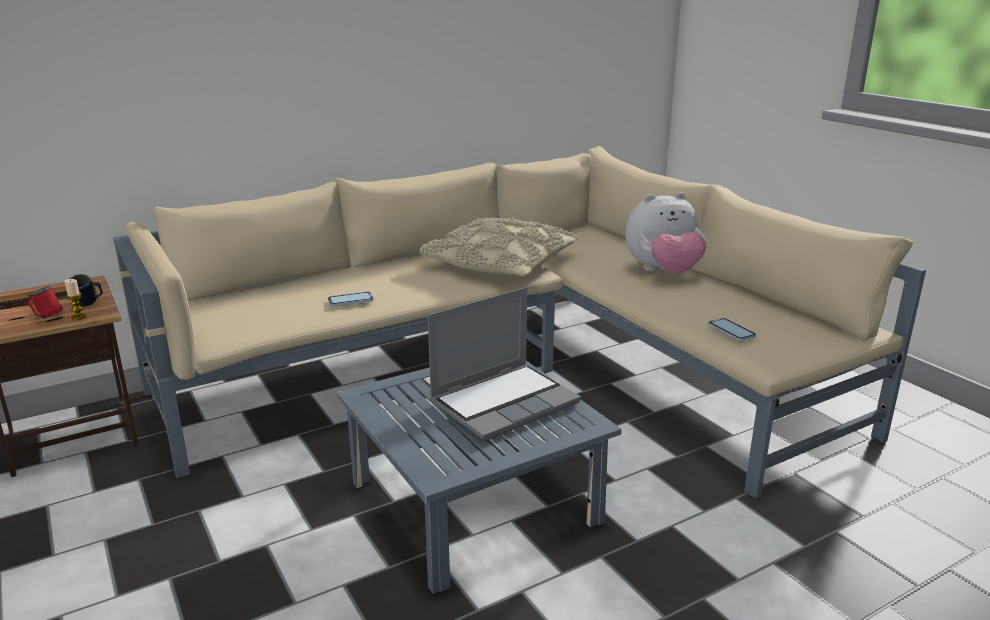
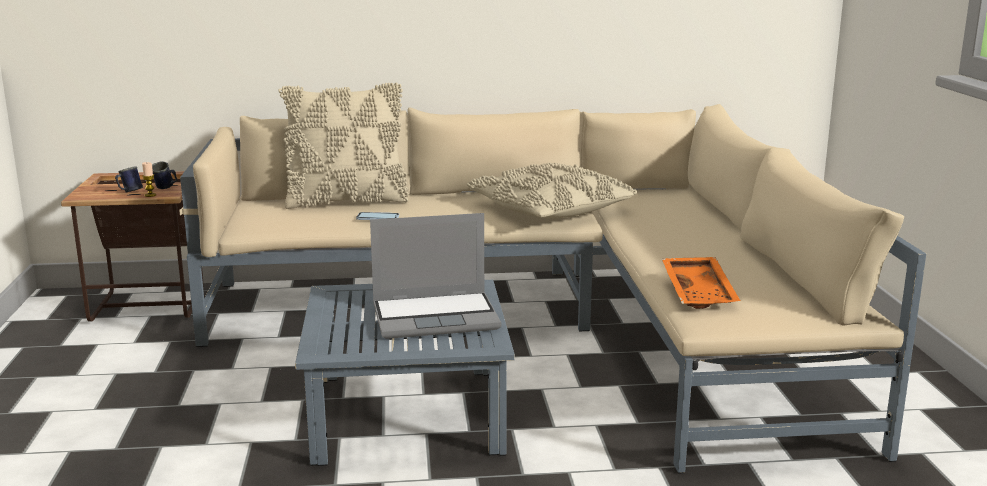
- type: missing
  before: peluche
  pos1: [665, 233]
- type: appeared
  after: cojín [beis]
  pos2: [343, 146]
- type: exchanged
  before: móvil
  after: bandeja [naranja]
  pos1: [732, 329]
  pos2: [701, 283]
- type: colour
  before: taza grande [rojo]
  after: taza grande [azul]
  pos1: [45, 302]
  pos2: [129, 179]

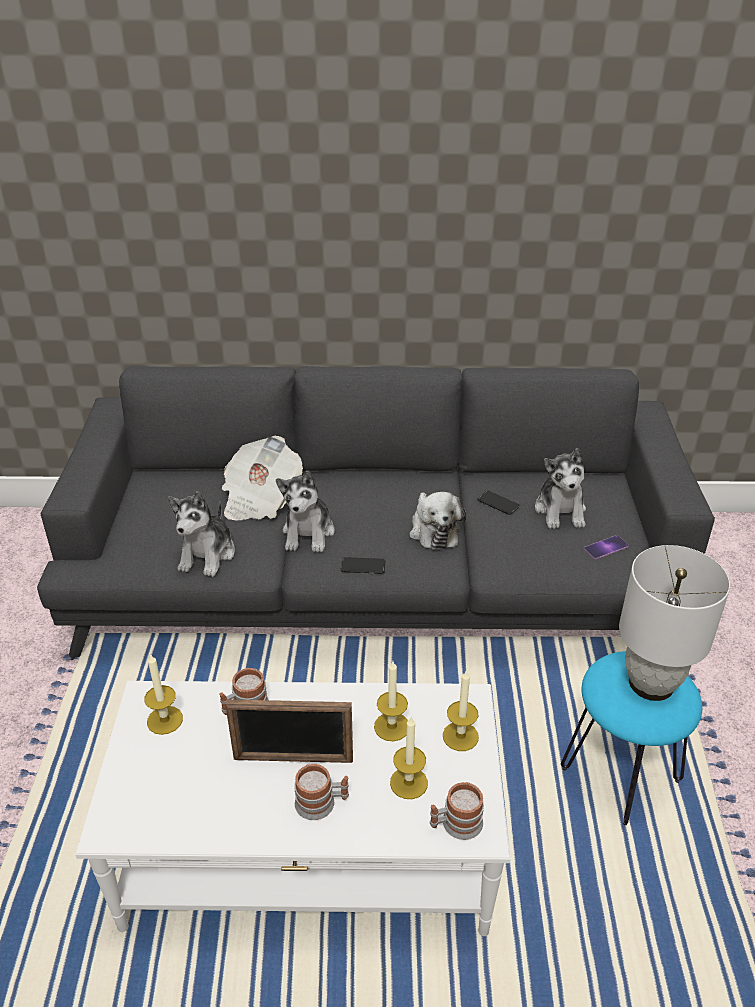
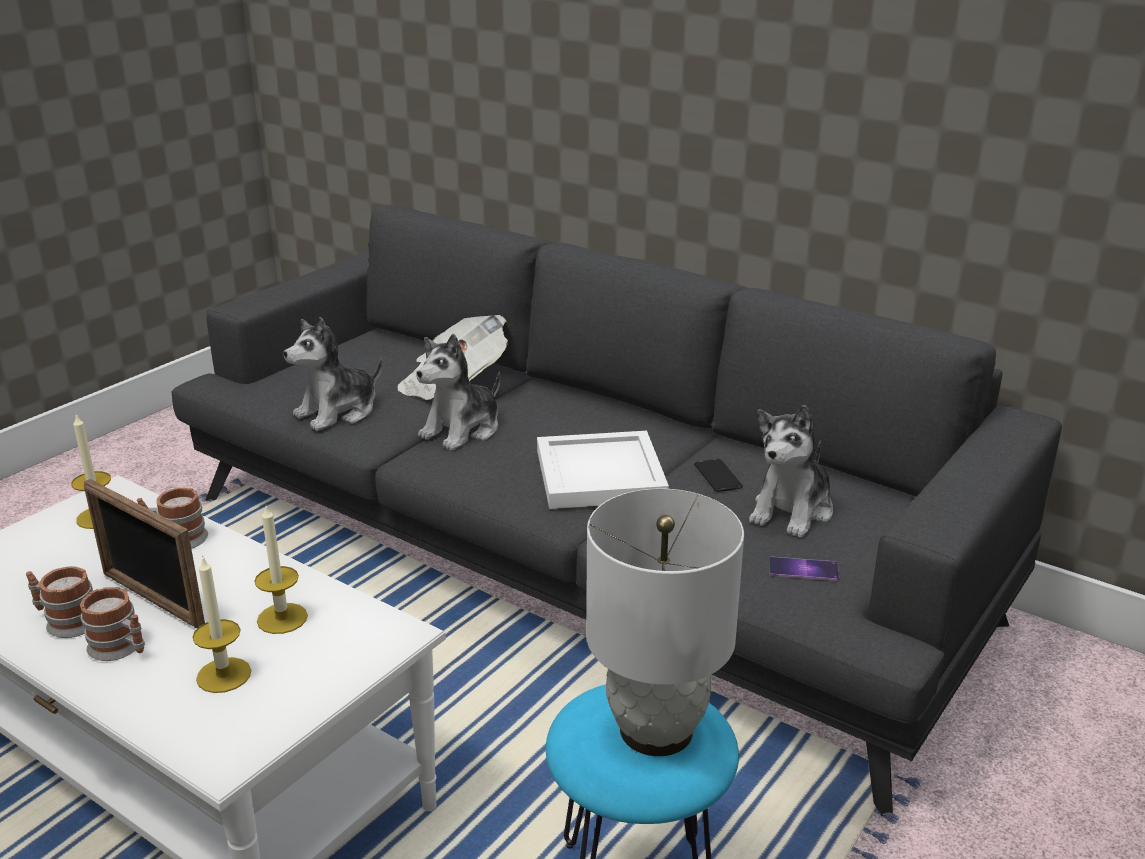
- type: missing
  before: móvil
  pos1: [363, 565]
- type: missing
  before: vela
  pos1: [461, 710]
- type: relocated
  before: taza grande
  pos1: [457, 811]
  pos2: [59, 602]
- type: exchanged
  before: peluche
  after: bandeja [blanco]
  pos1: [437, 521]
  pos2: [603, 470]

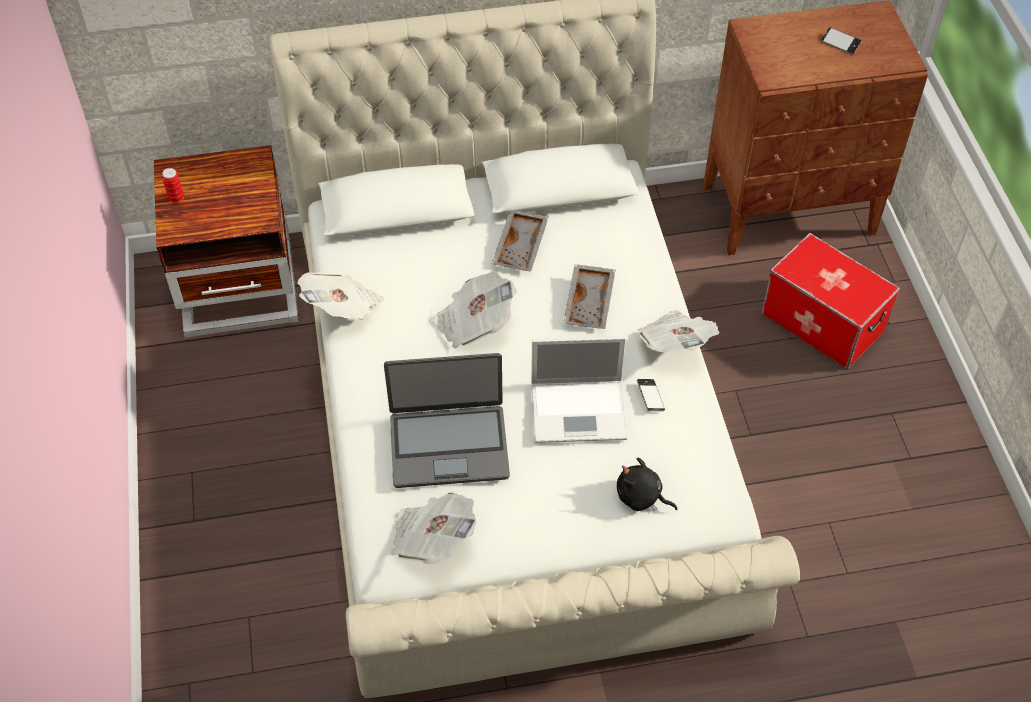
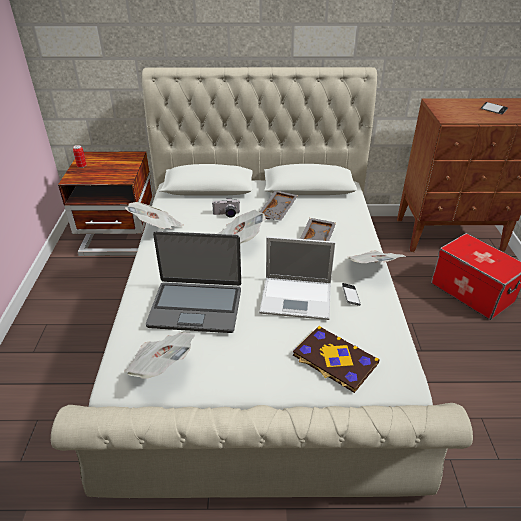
- type: appeared
  after: cámara
  pos2: [226, 208]
- type: exchanged
  before: peluche [negro]
  after: libro
  pos1: [647, 484]
  pos2: [336, 359]

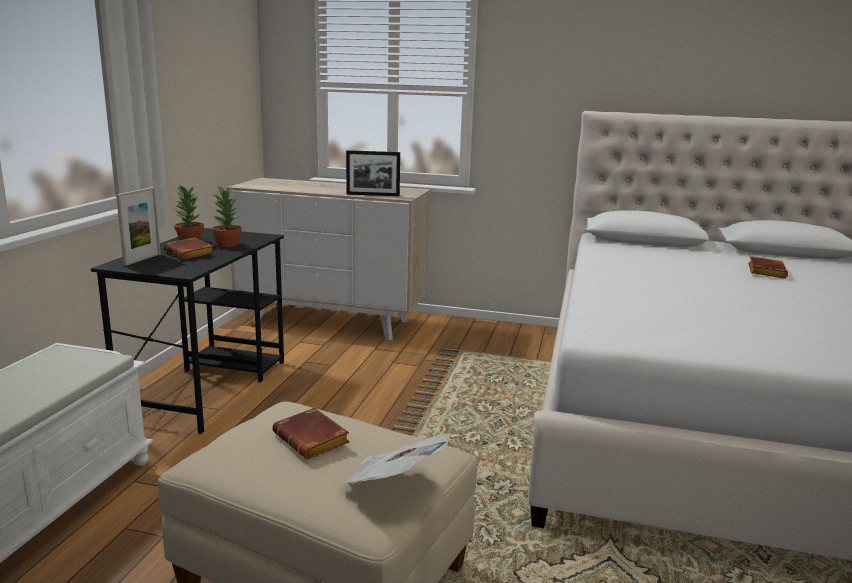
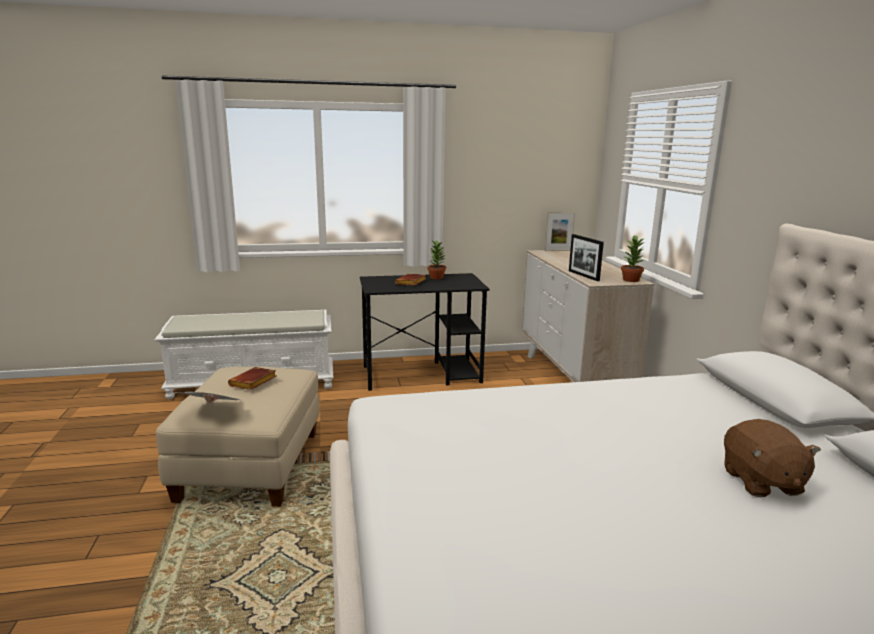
- type: relocated
  before: portarretratos
  pos1: [138, 226]
  pos2: [559, 231]
- type: relocated
  before: planta en maceta
  pos1: [227, 216]
  pos2: [632, 259]
- type: exchanged
  before: libro [marrón]
  after: peluche [marrón]
  pos1: [768, 267]
  pos2: [772, 458]

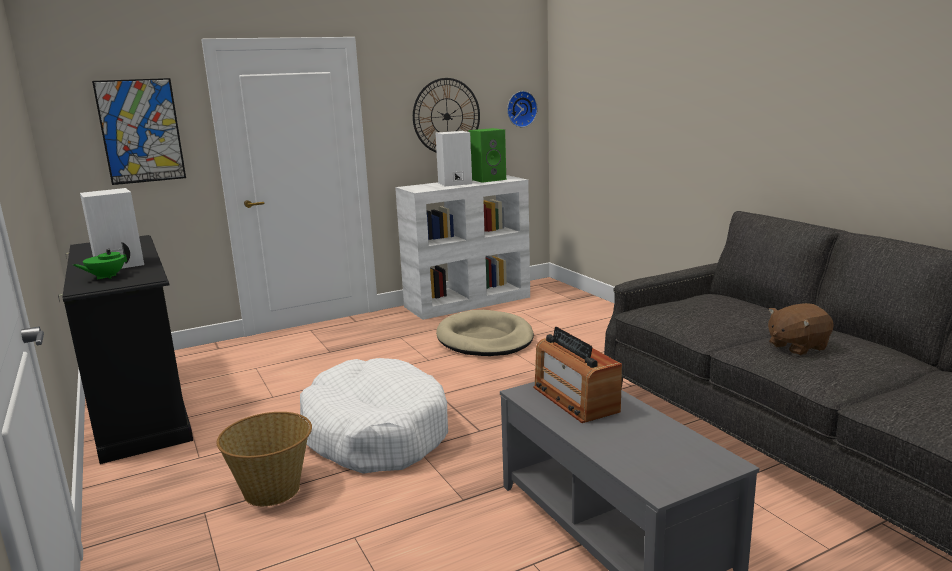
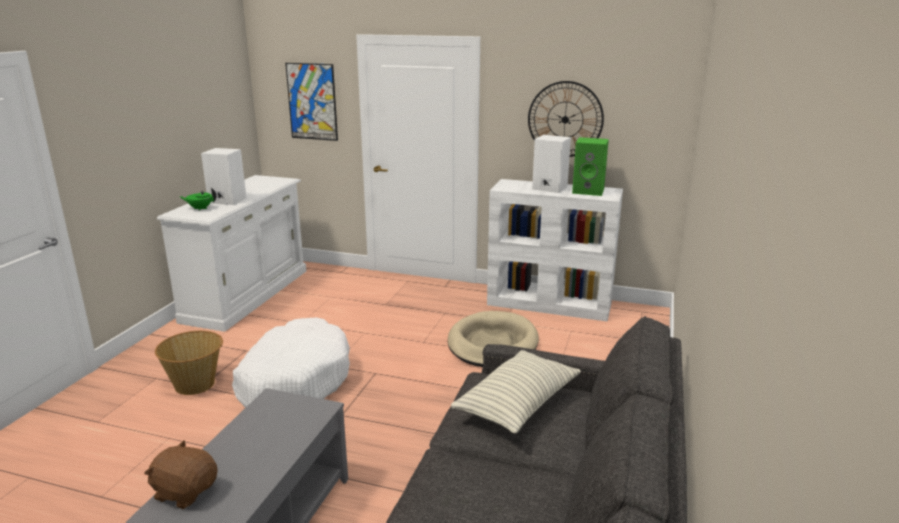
- type: missing
  before: reloj de pared
  pos1: [522, 109]
- type: missing
  before: radio
  pos1: [578, 375]
- type: appeared
  after: cojín
  pos2: [516, 391]
- type: relocated
  before: peluche [marrón]
  pos1: [801, 329]
  pos2: [181, 474]
- type: colour
  before: armario [negro]
  after: armario [blanco]
  pos1: [125, 349]
  pos2: [231, 253]

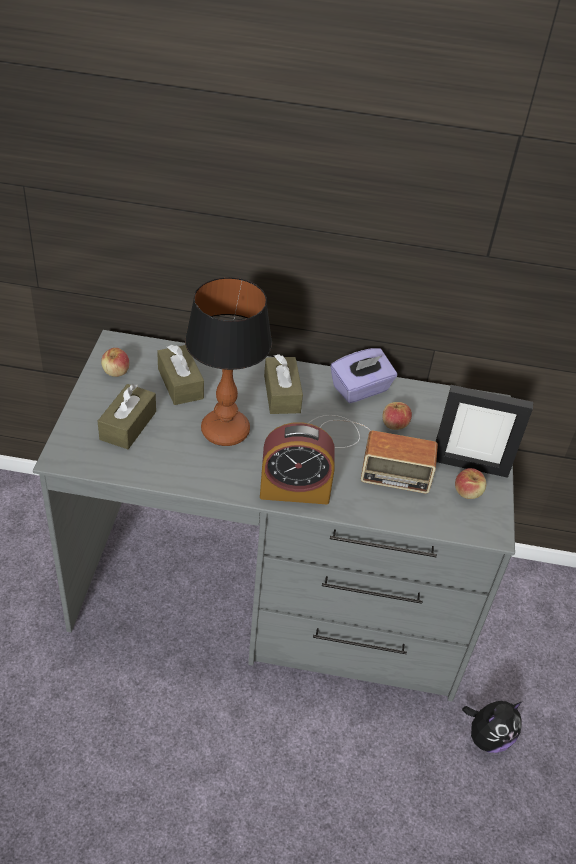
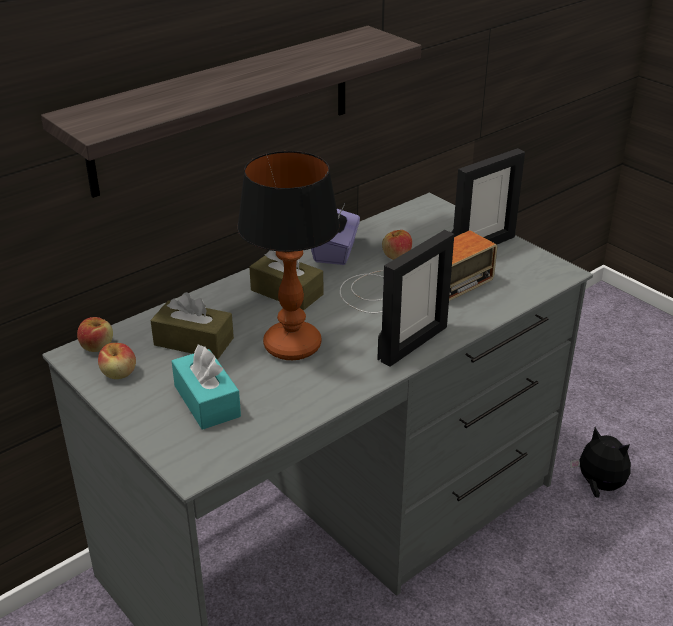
- type: appeared
  after: estante
  pos2: [231, 112]
- type: relocated
  before: manzana
  pos1: [470, 483]
  pos2: [95, 334]
- type: exchanged
  before: despertador
  after: portarretratos
  pos1: [297, 463]
  pos2: [415, 298]
- type: colour
  before: caja de pañuelos [marrón]
  after: caja de pañuelos [turquesa]
  pos1: [127, 416]
  pos2: [206, 387]
- type: spun
  before: peluche
  pos1: [492, 727]
  pos2: [600, 462]
  turn: -60

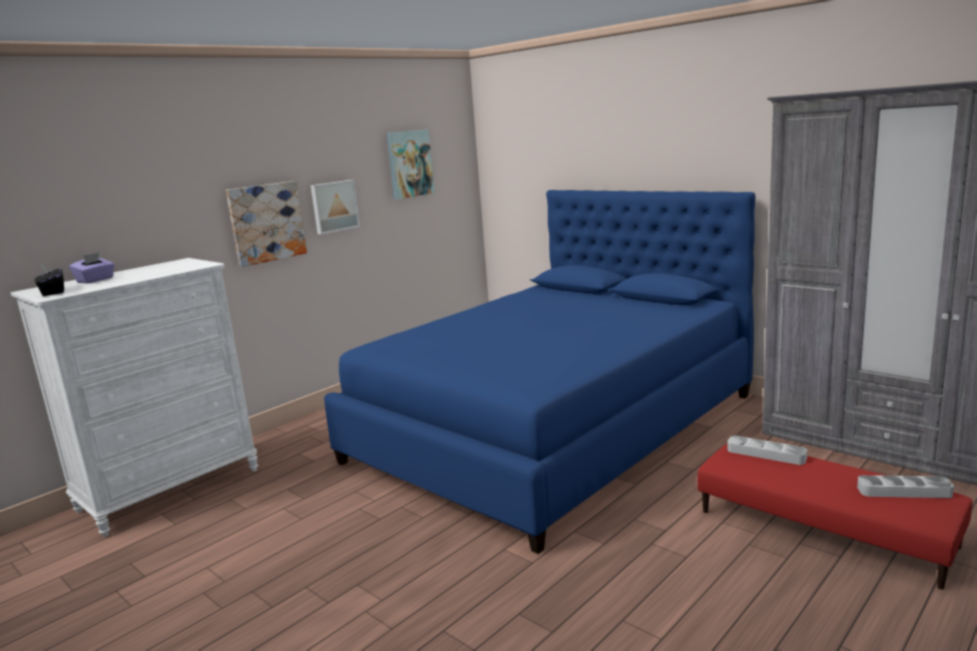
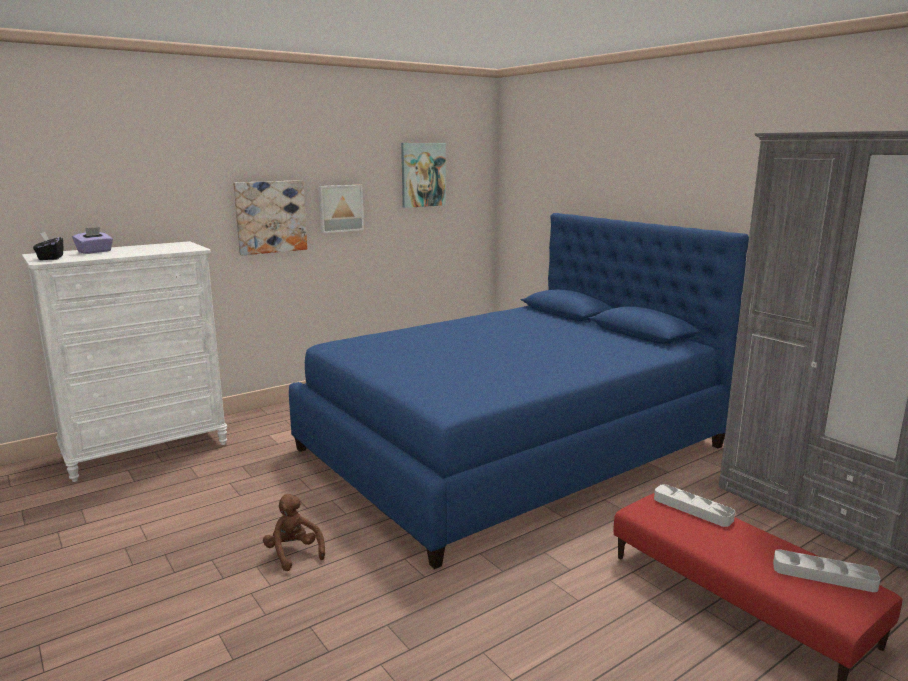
- type: appeared
  after: peluche [marrón]
  pos2: [294, 532]

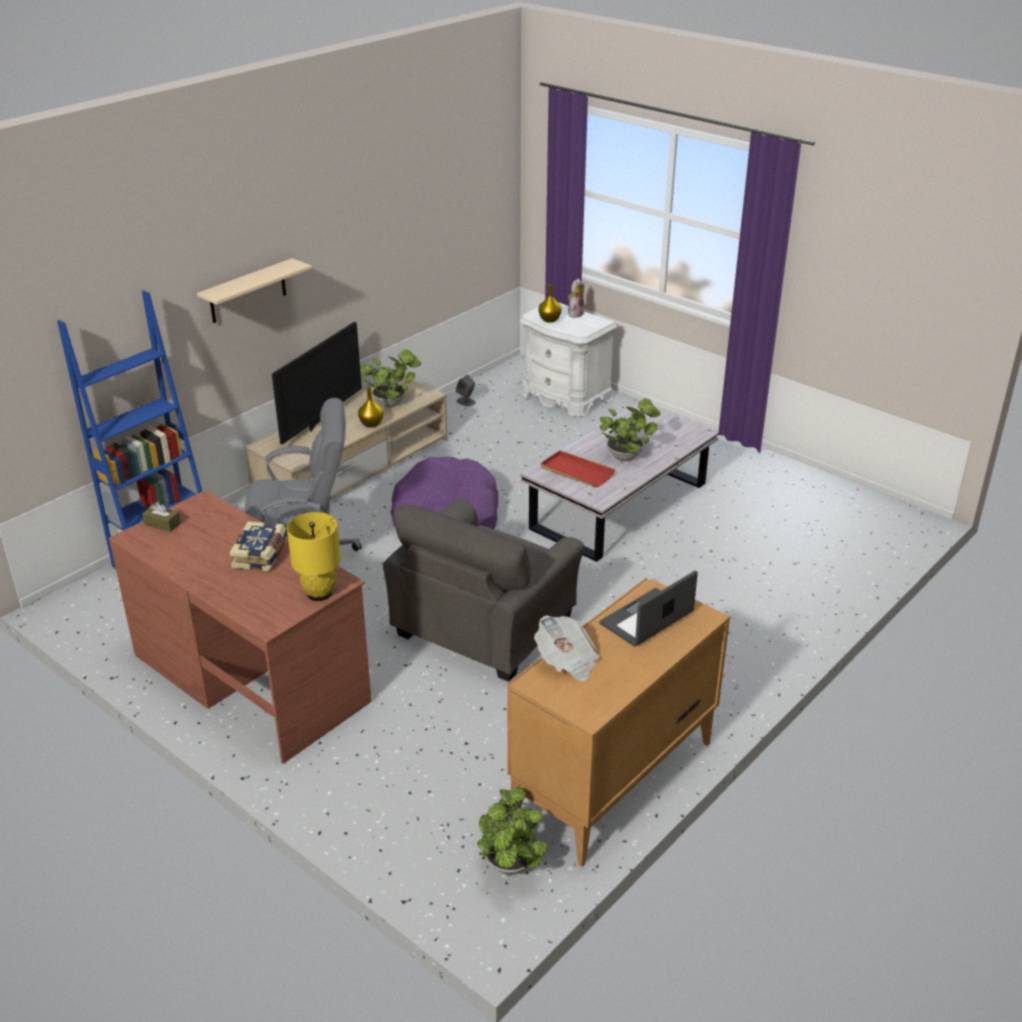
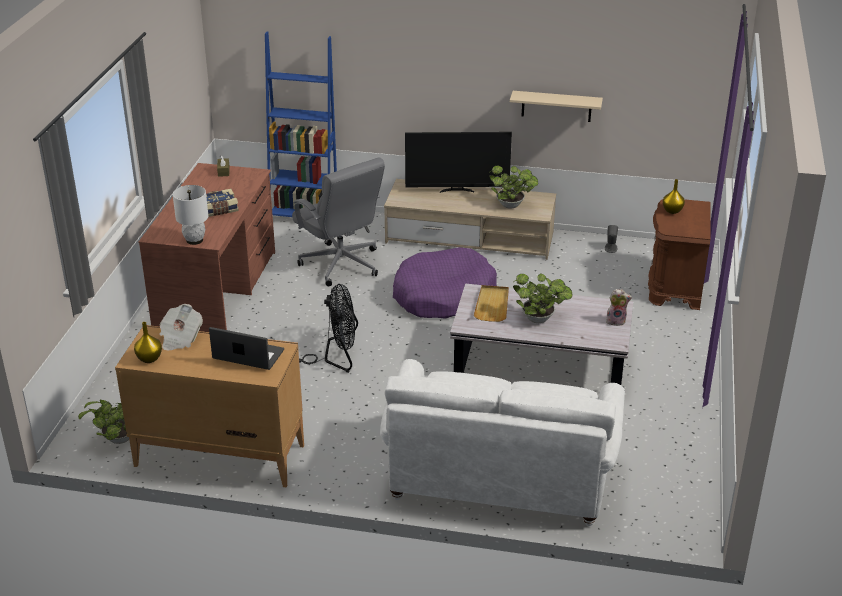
- type: appeared
  after: sofá [blanco]
  pos2: [502, 442]
- type: relocated
  before: estante [beis]
  pos1: [254, 290]
  pos2: [556, 106]
- type: relocated
  before: florero [amarillo]
  pos1: [370, 407]
  pos2: [148, 342]
- type: relocated
  before: peluche
  pos1: [576, 298]
  pos2: [619, 307]
- type: exchanged
  before: sillón [gris]
  after: ventilador [negro]
  pos1: [483, 590]
  pos2: [328, 328]
- type: colour
  before: lámpara de mesa [amarillo]
  after: lámpara de mesa [blanco]
  pos1: [314, 556]
  pos2: [190, 215]
- type: colour
  before: mesita de noche [blanco]
  after: mesita de noche [marrón]
  pos1: [568, 359]
  pos2: [679, 254]
- type: colour
  before: bandeja [rojo]
  after: bandeja [beis]
  pos1: [578, 469]
  pos2: [491, 303]

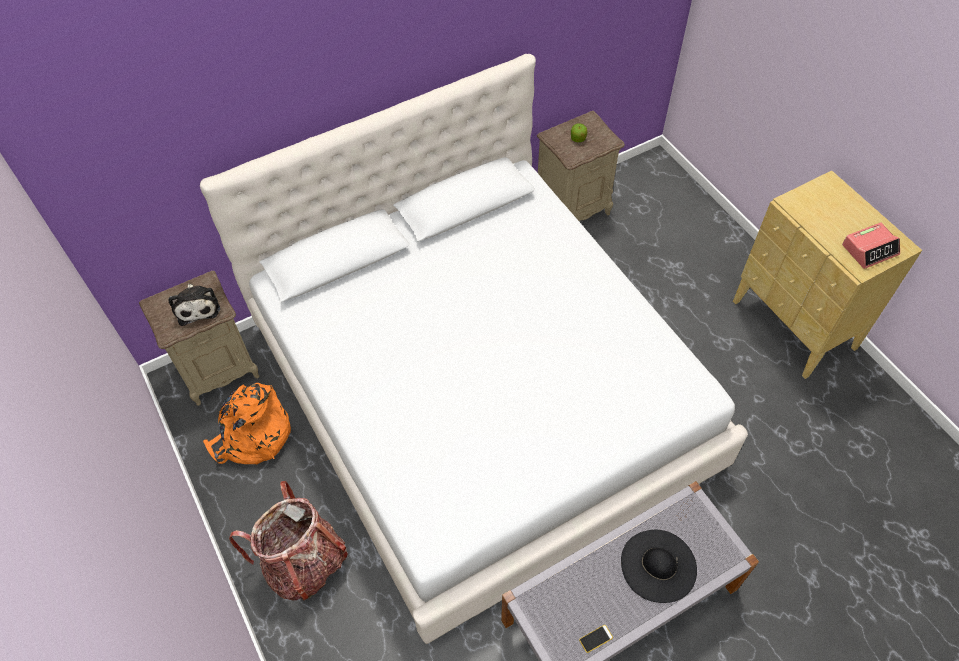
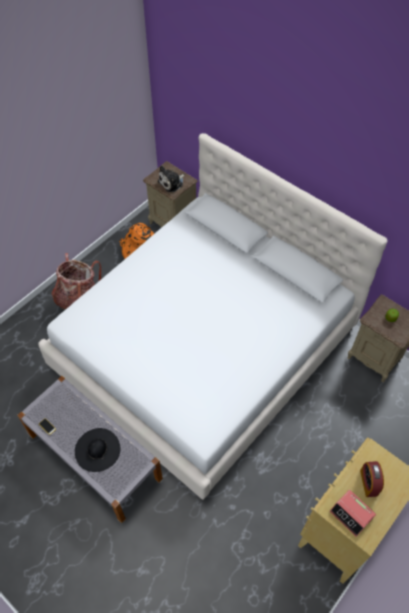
- type: appeared
  after: despertador
  pos2: [372, 479]

